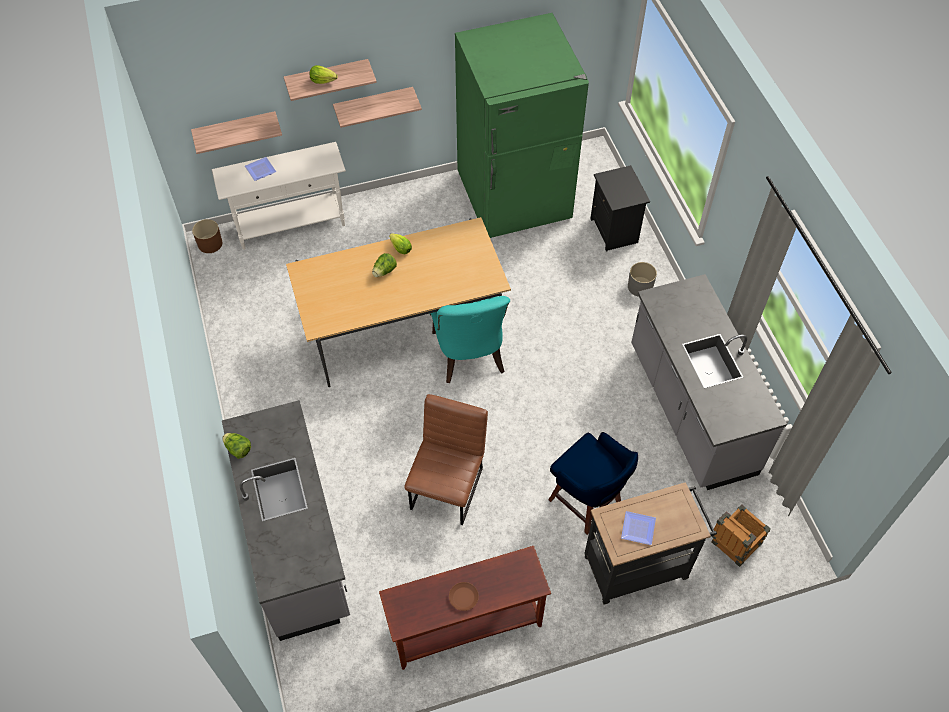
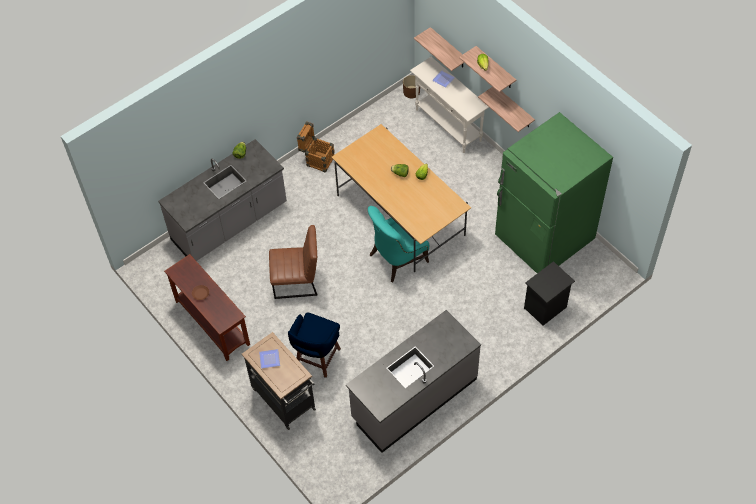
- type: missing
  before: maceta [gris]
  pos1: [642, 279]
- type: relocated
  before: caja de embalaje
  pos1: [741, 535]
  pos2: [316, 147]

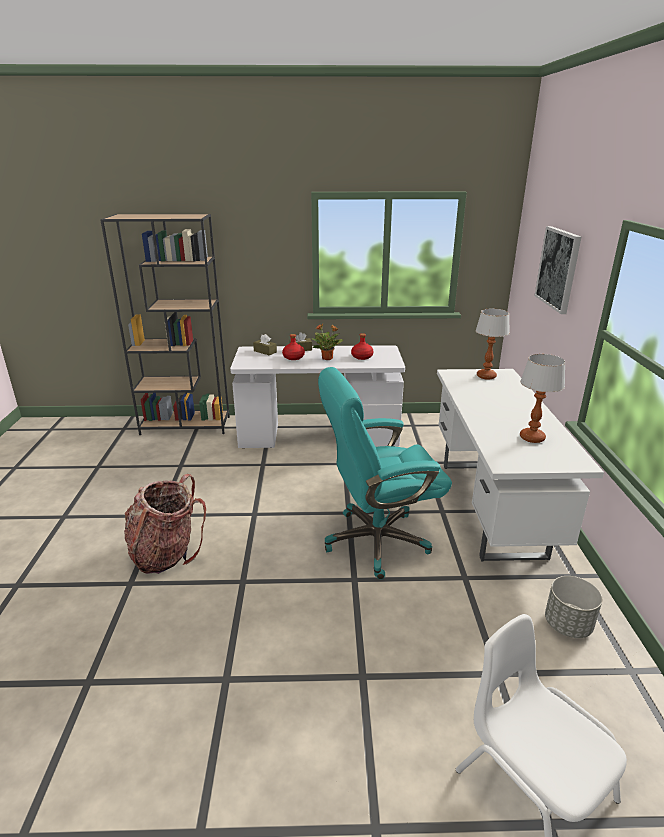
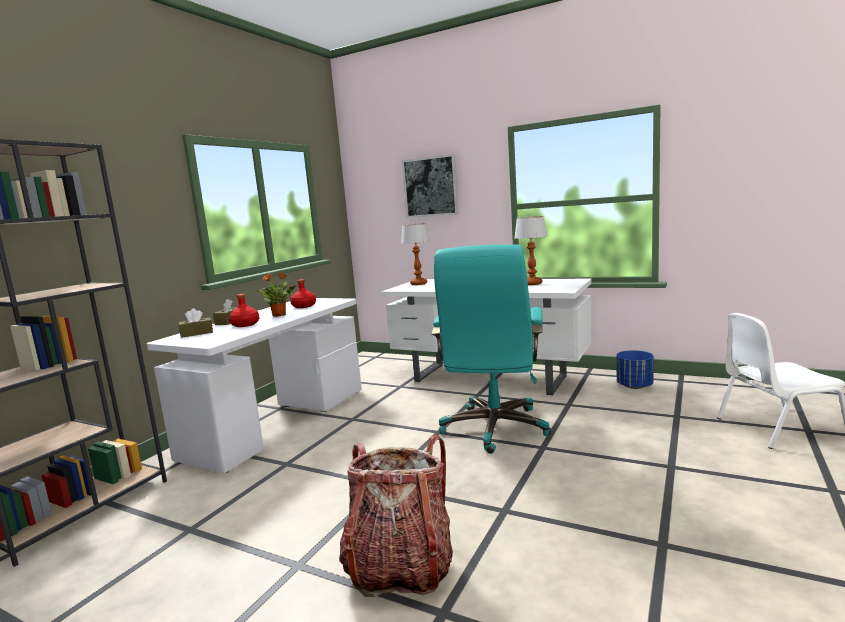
- type: colour
  before: maceta [gris]
  after: maceta [azul]
  pos1: [573, 607]
  pos2: [635, 369]

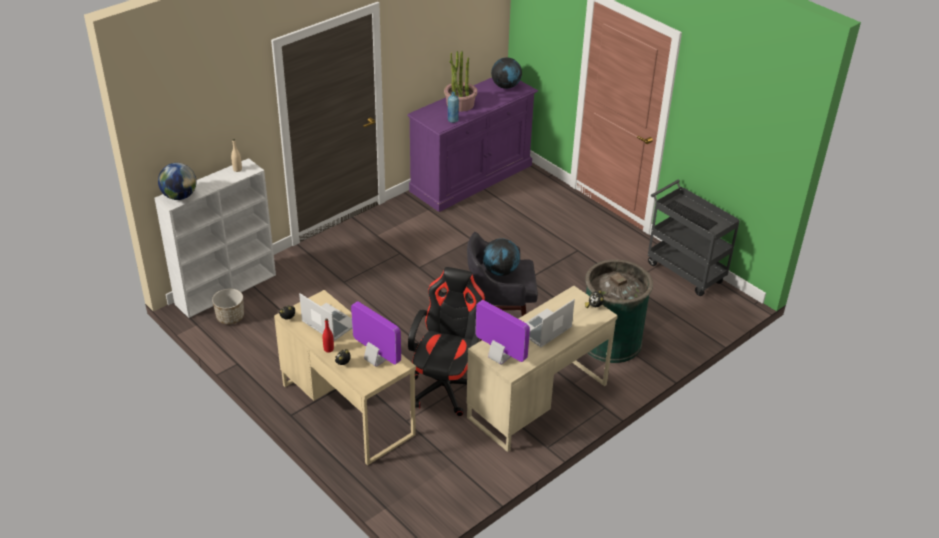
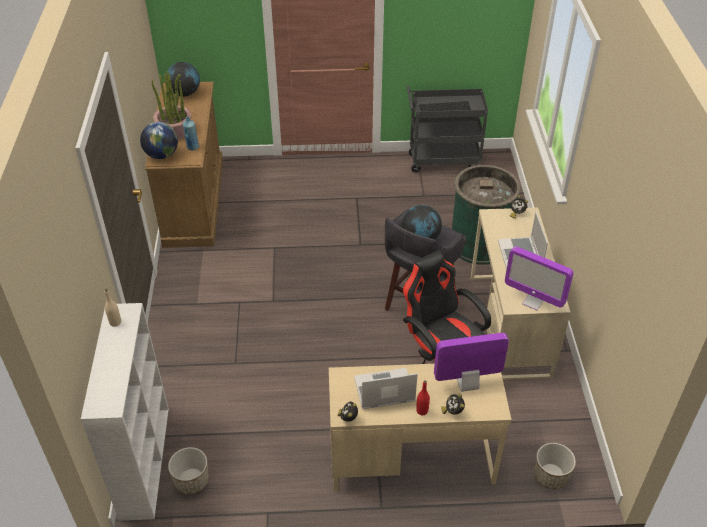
- type: appeared
  after: maceta
  pos2: [555, 466]
- type: relocated
  before: globo terráqueo
  pos1: [177, 181]
  pos2: [159, 140]
- type: colour
  before: armario [morado]
  after: armario [marrón]
  pos1: [472, 145]
  pos2: [184, 165]
- type: spun
  before: monitor
  pos1: [502, 332]
  pos2: [539, 278]
  turn: -135

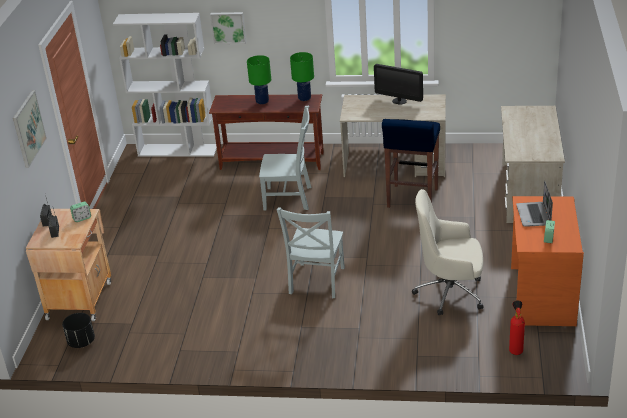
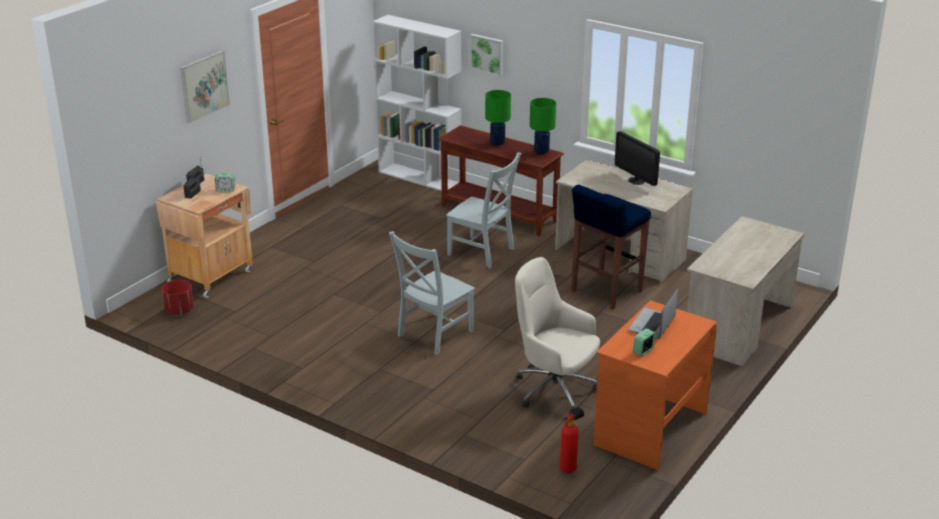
- type: colour
  before: maceta [negro]
  after: maceta [rojo]
  pos1: [78, 330]
  pos2: [178, 297]

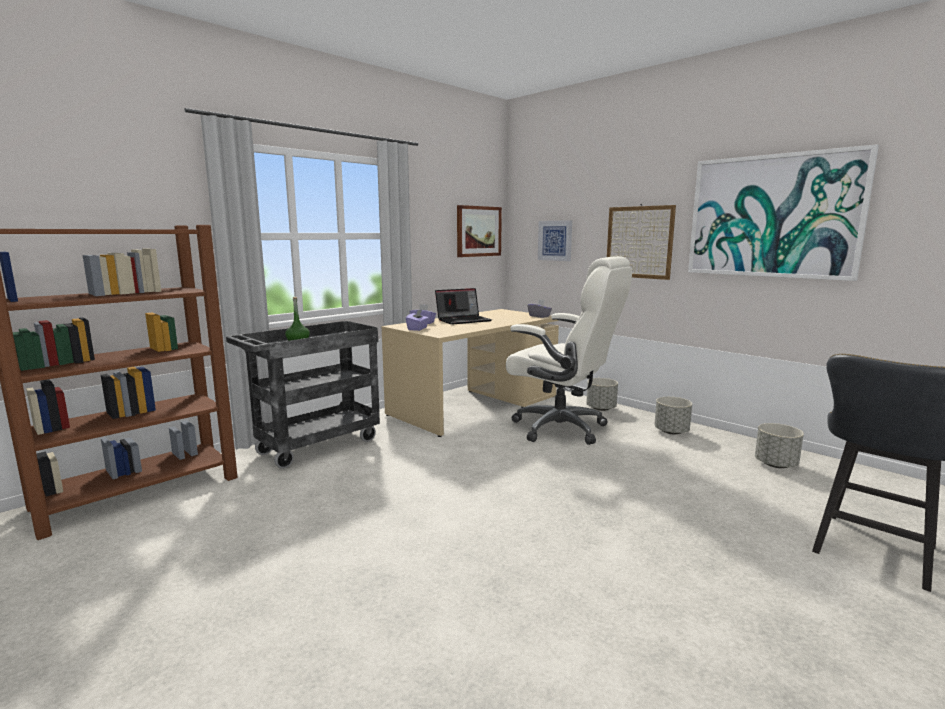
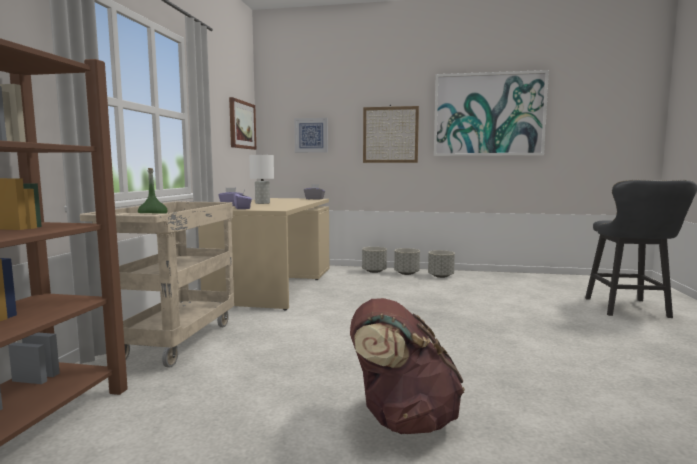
- type: missing
  before: silla de oficina [blanco]
  pos1: [569, 350]
- type: appeared
  after: mochila [marrón]
  pos2: [407, 366]
- type: relocated
  before: maceta [gris]
  pos1: [779, 445]
  pos2: [407, 261]
- type: exchanged
  before: portátil
  after: lámpara de mesa [blanco]
  pos1: [463, 306]
  pos2: [261, 179]
- type: colour
  before: carrito [negro]
  after: carrito [beis]
  pos1: [303, 394]
  pos2: [157, 284]

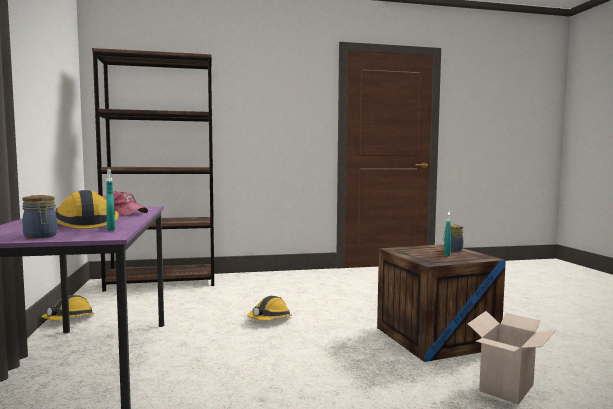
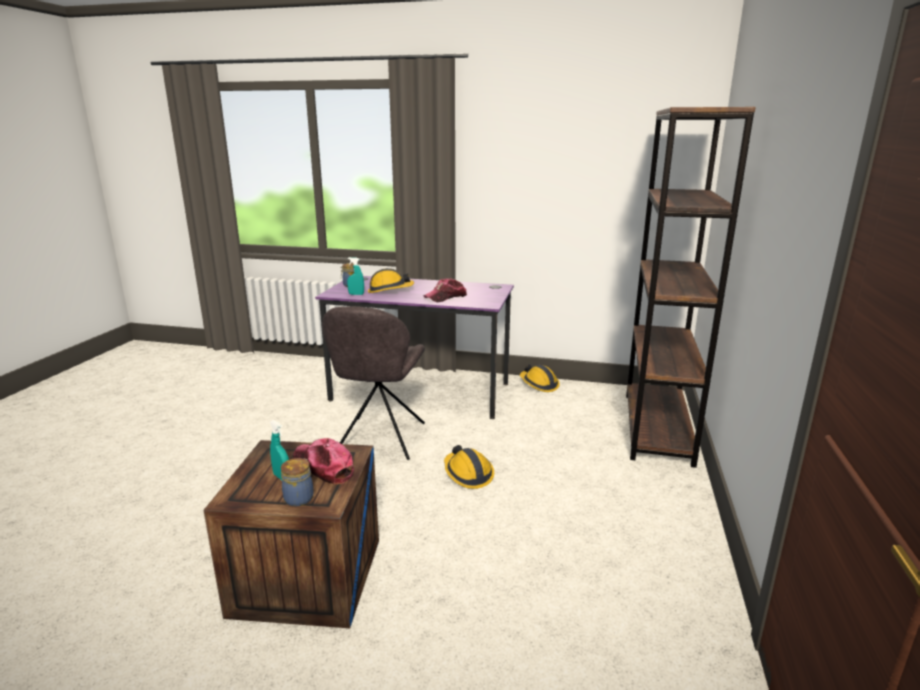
- type: missing
  before: caja de cartón
  pos1: [511, 358]
- type: appeared
  after: gorra
  pos2: [323, 461]
- type: appeared
  after: silla [gris]
  pos2: [373, 383]

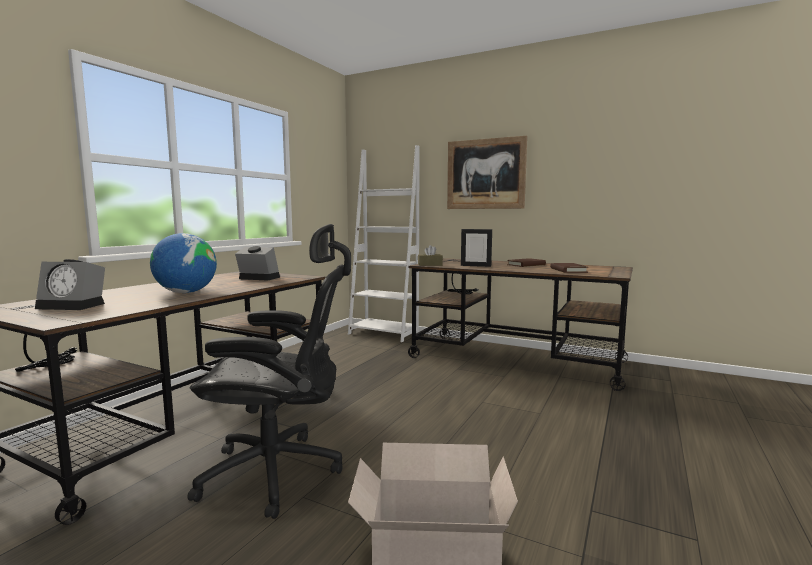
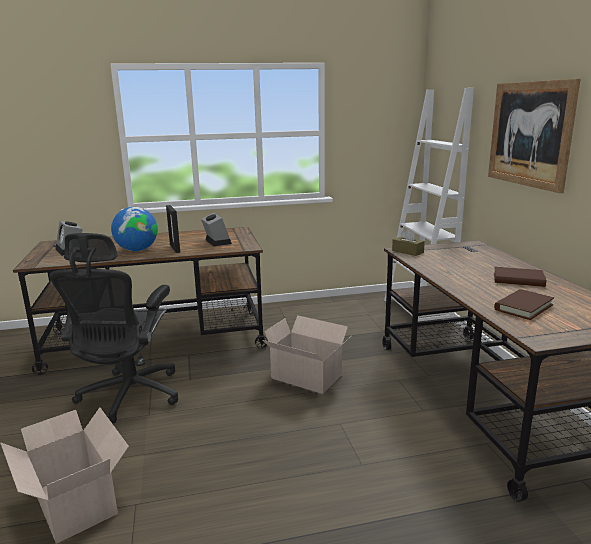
- type: appeared
  after: caja de cartón
  pos2: [305, 354]
- type: relocated
  before: portarretratos
  pos1: [476, 248]
  pos2: [173, 229]
- type: spun
  before: silla de oficina
  pos1: [269, 371]
  pos2: [114, 328]
  turn: 45

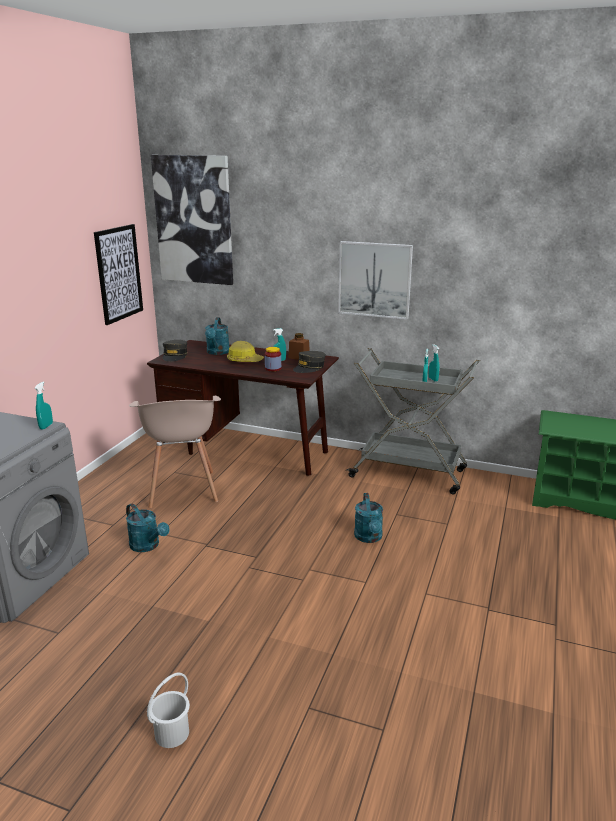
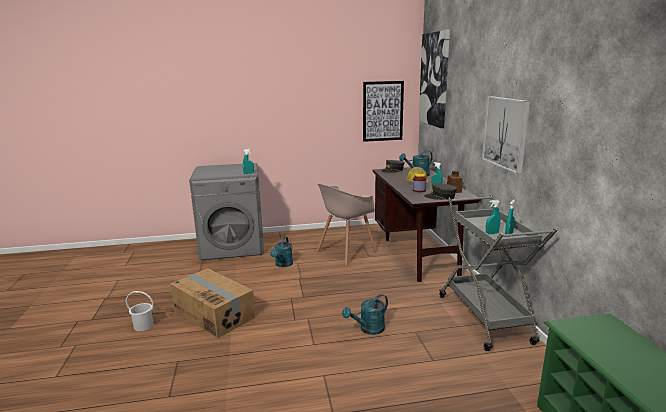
- type: appeared
  after: caja de cartón
  pos2: [212, 303]

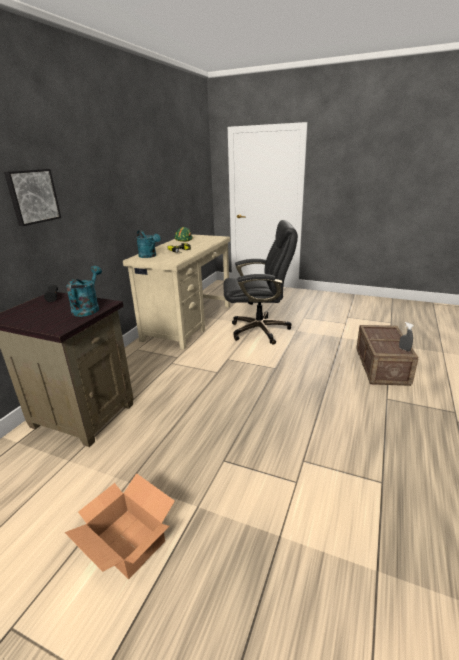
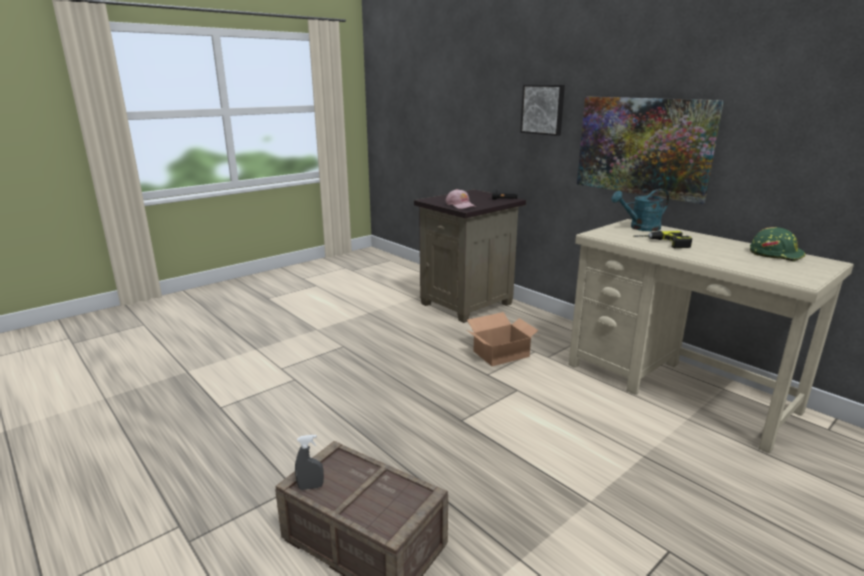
- type: missing
  before: silla de oficina [negro]
  pos1: [261, 282]
- type: appeared
  after: cuadro
  pos2: [650, 150]
- type: relocated
  before: caja de cartón
  pos1: [120, 526]
  pos2: [503, 339]
- type: exchanged
  before: regadera [turquesa]
  after: gorra [rosa]
  pos1: [84, 291]
  pos2: [460, 199]

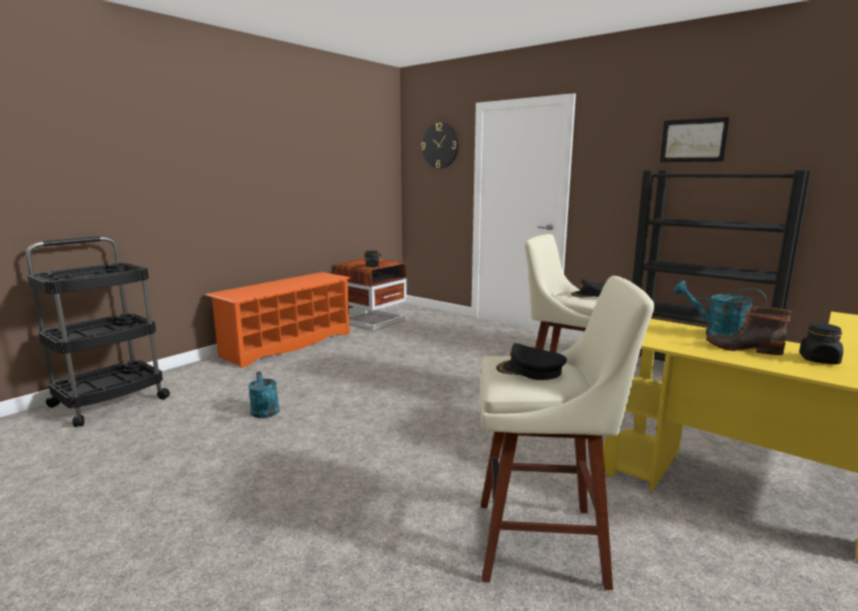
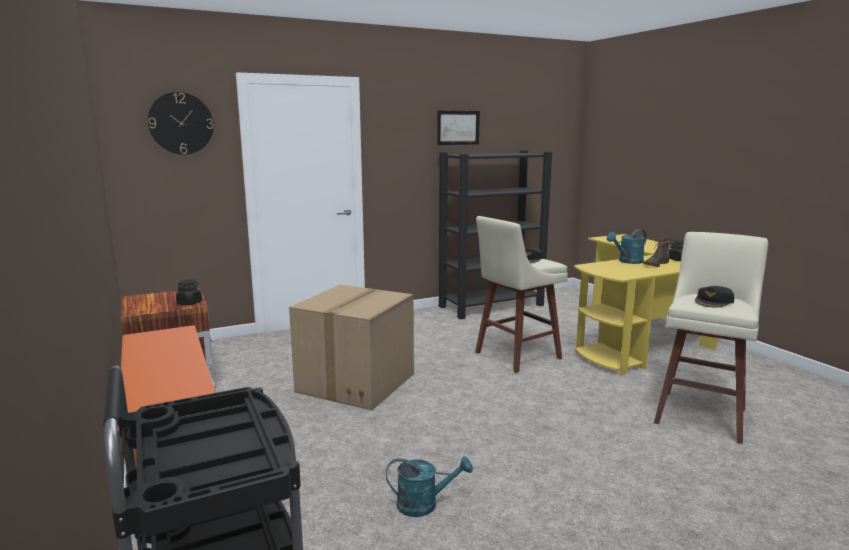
- type: appeared
  after: caja de cartón
  pos2: [351, 347]

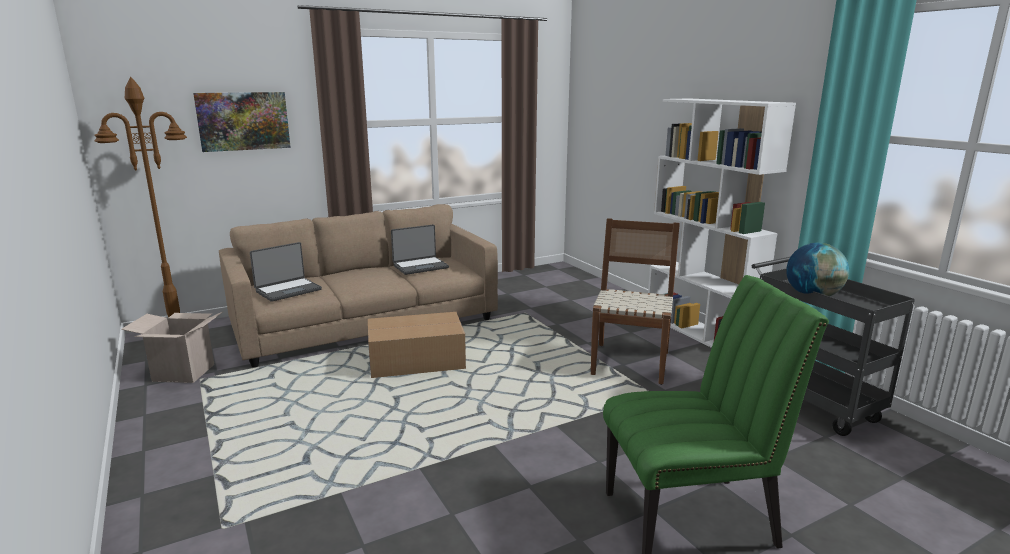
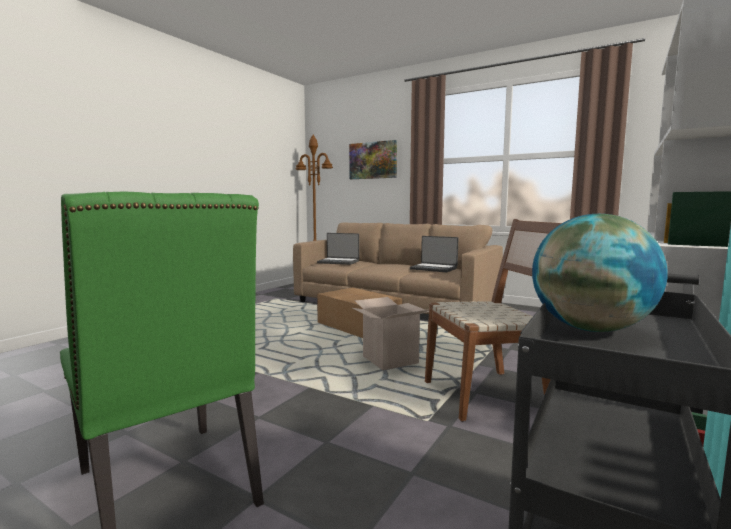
- type: relocated
  before: caja de cartón
  pos1: [172, 347]
  pos2: [391, 333]

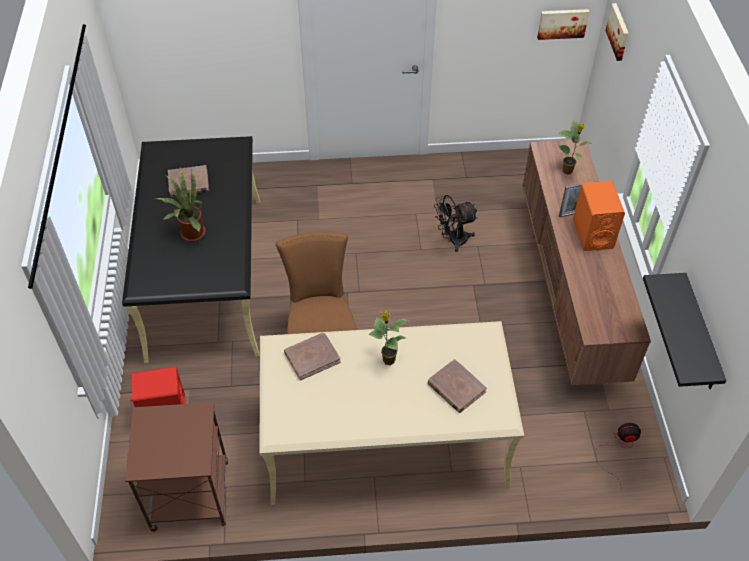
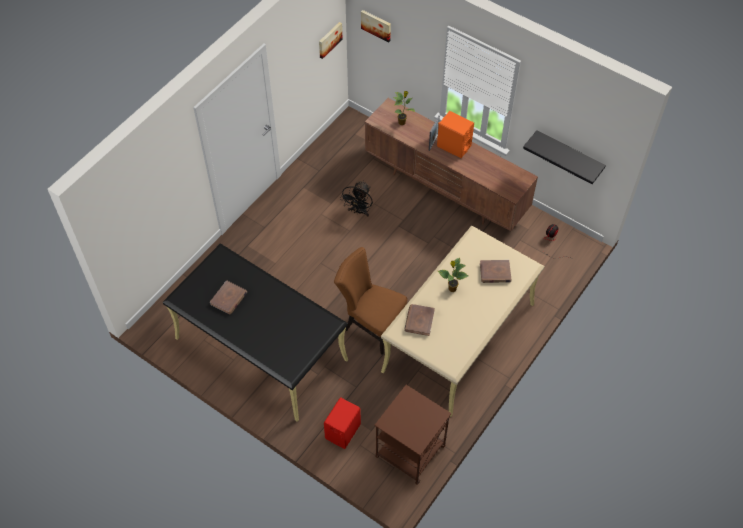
- type: missing
  before: planta en maceta
  pos1: [181, 205]

